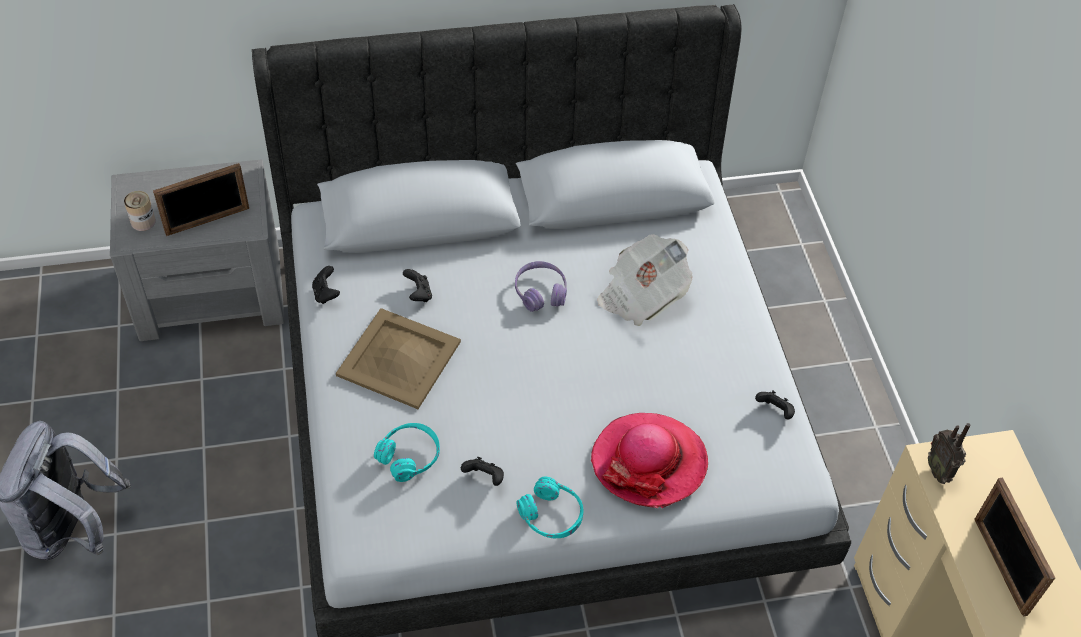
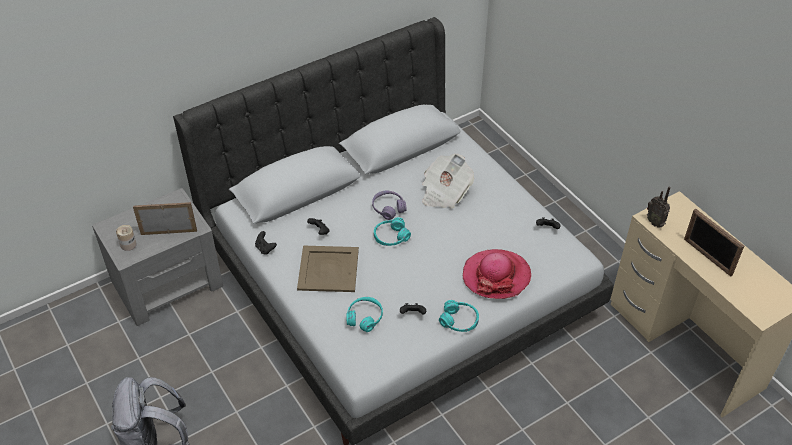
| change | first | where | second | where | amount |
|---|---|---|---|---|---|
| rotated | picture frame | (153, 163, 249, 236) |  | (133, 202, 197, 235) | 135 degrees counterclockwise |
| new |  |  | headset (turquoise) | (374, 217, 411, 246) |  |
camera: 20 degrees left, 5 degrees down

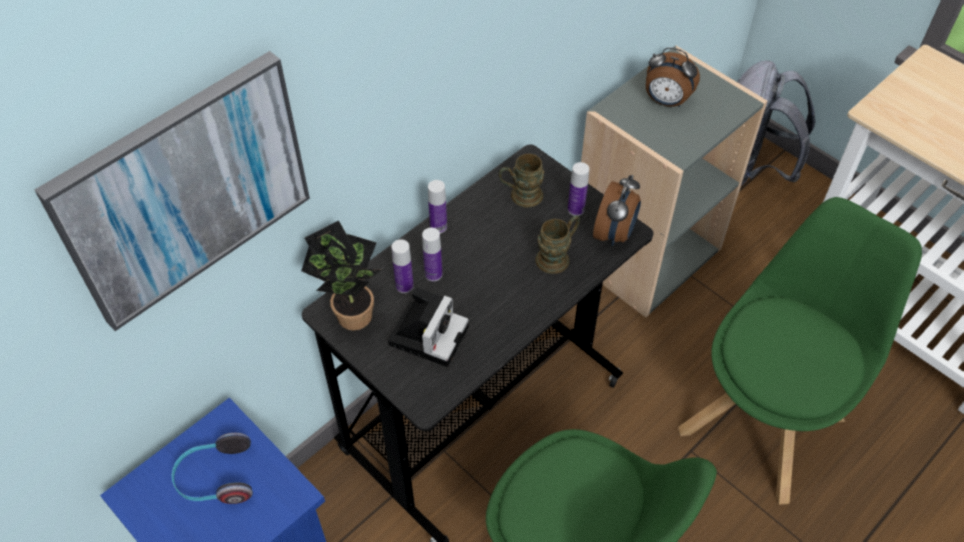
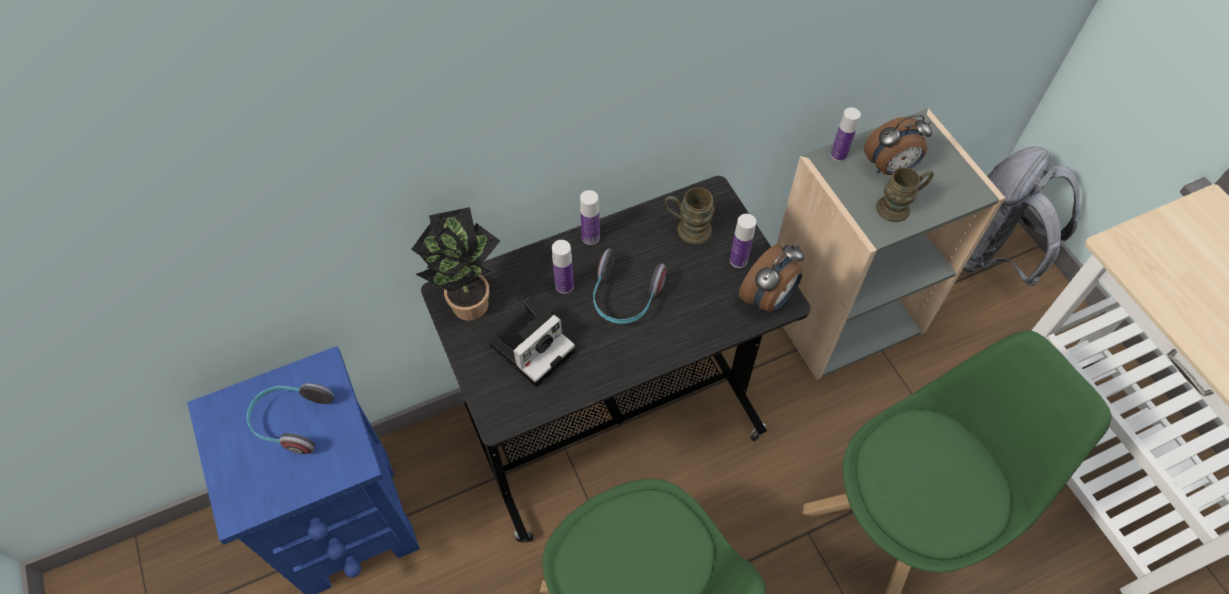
| change | first | where | second | where | amount |
|---|---|---|---|---|---|
| gone | wall art | (35, 51, 310, 331) |  |  |  |
| shifted | bottle | (391, 239, 414, 293) |  | (831, 107, 861, 162) |  |
| shifted | coffee mug (brown-coloured) | (535, 215, 580, 274) |  | (876, 167, 934, 222) |  |
| rotated | bedside clock | (646, 47, 700, 107) |  | (864, 115, 932, 175) | 60 degrees counterclockwise |
| new |  |  | headset | (593, 248, 666, 324) |  |
camera: 20 degrees right, 5 degrees up

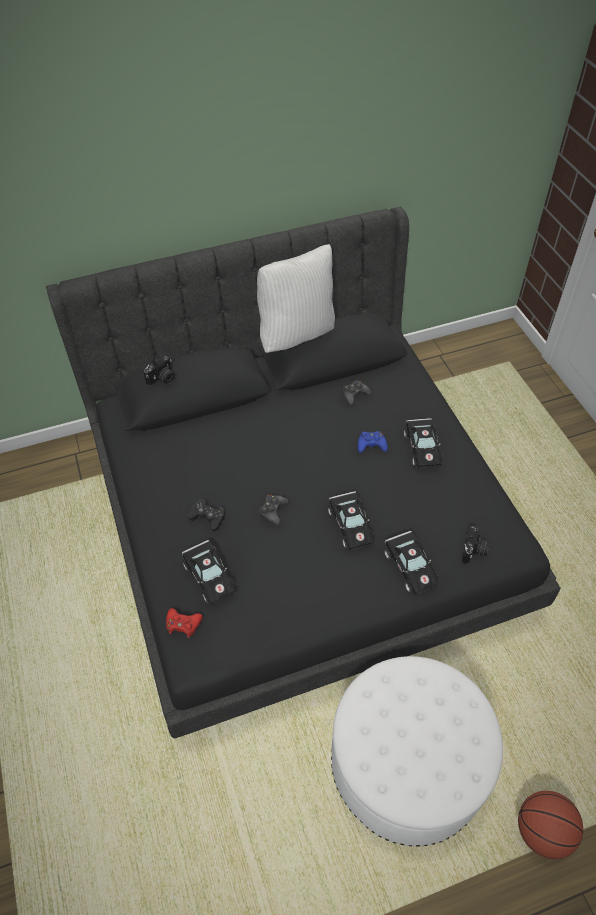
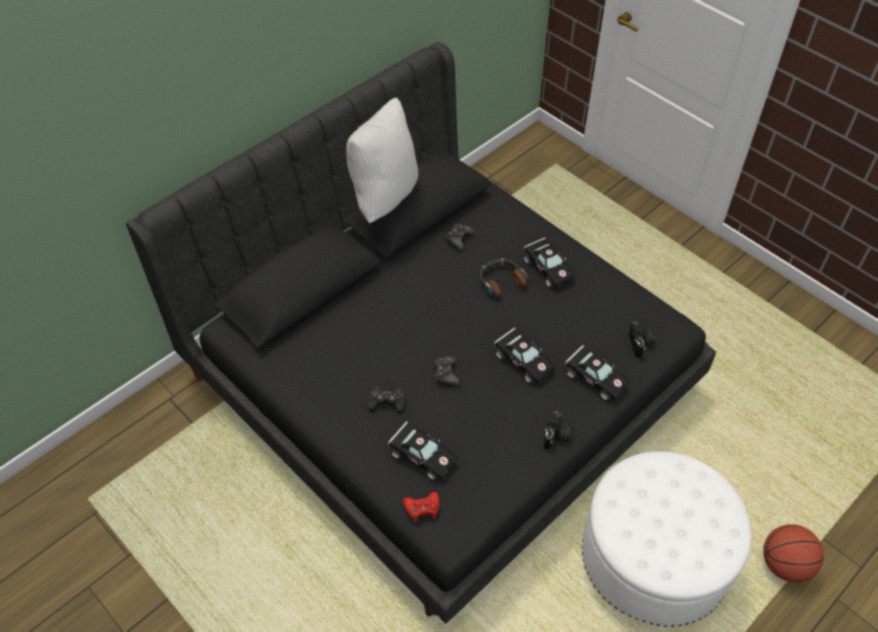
| change | first | where | second | where | amount |
|---|---|---|---|---|---|
| shifted | still camera | (143, 356, 175, 385) |  | (544, 410, 573, 450) |  |
| swapped | joypad (bluish) | (358, 431, 388, 453) | headset | (479, 258, 528, 298) |  |
camera: 25 degrees left, 0 degrees up

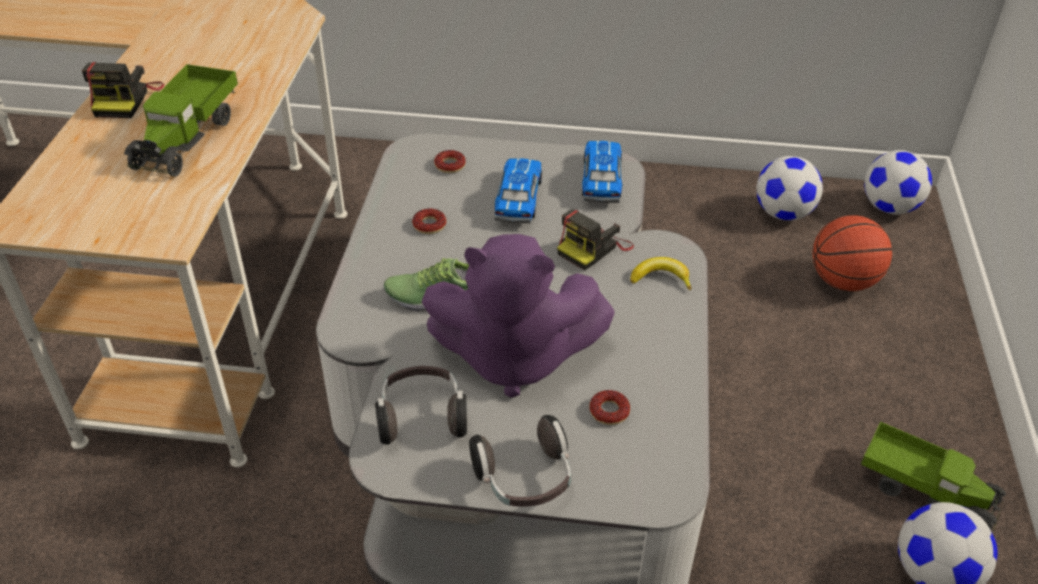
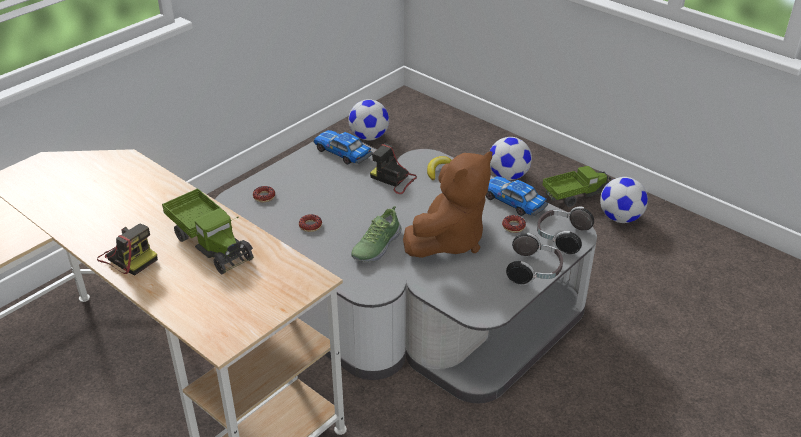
| change | first | where | second | where | amount |
|---|---|---|---|---|---|
| shifted | headset | (375, 366, 467, 445) |  | (537, 207, 594, 255) |  |
| repainted | plush toy (purple) | (422, 234, 615, 398) | plush toy (brown-coloured) | (403, 151, 492, 258) |  |
| shifted | toy car | (495, 158, 542, 223) |  | (486, 176, 548, 216) |  |
| rotated | still camera | (557, 209, 634, 270) |  | (370, 143, 417, 194) | 135 degrees clockwise |
| gone | ball for basketball | (812, 215, 892, 291) |  |  |  |
| shifted | football ball | (864, 150, 932, 215) |  | (489, 137, 532, 180) |  |
camera: 55 degrees left, 5 degrees down

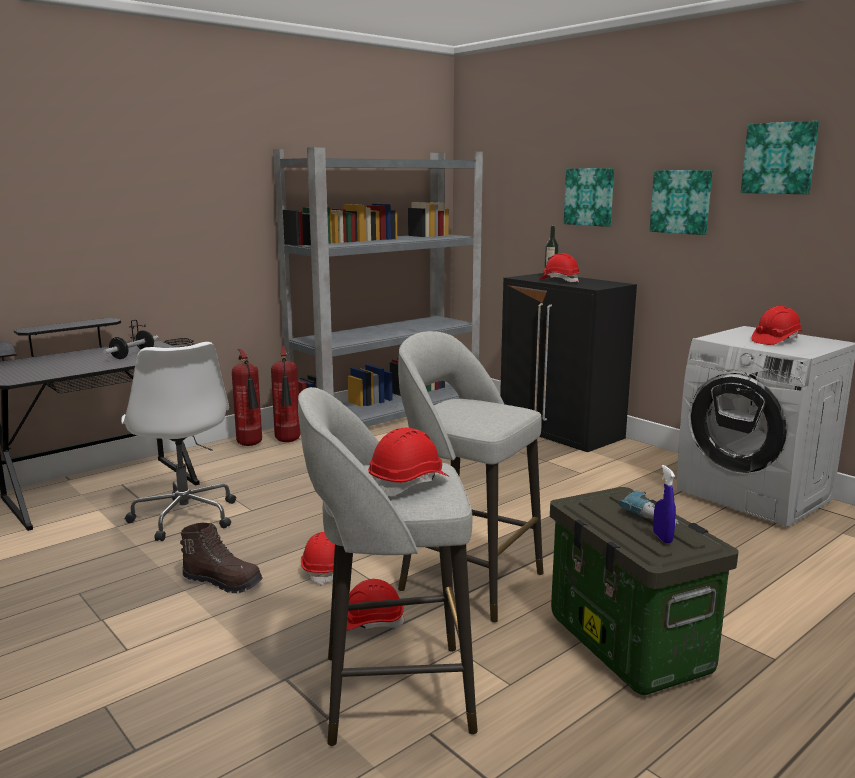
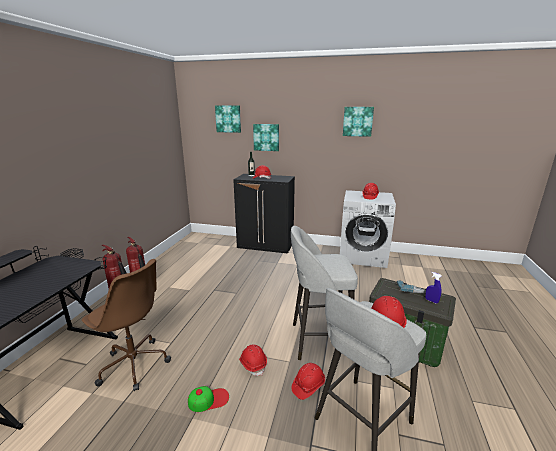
| change | first | where | second | where | amount |
|---|---|---|---|---|---|
| gone | free weight | (103, 330, 159, 359) |  |  |  |
| repainted | computer chair (white) | (121, 342, 236, 541) | computer chair (brown-coloured) | (82, 259, 171, 391) |  |
| swapped | tall boot (brown-coloured) | (180, 523, 263, 593) | baseball cap | (188, 386, 229, 412) |  |
| gone | bookshelf (greyish) | (273, 147, 483, 427) |  |  |  |
| shifted | wall art | (649, 170, 712, 235) |  | (215, 105, 241, 133) |  |
camera: 35 degrees left, 5 degrees up

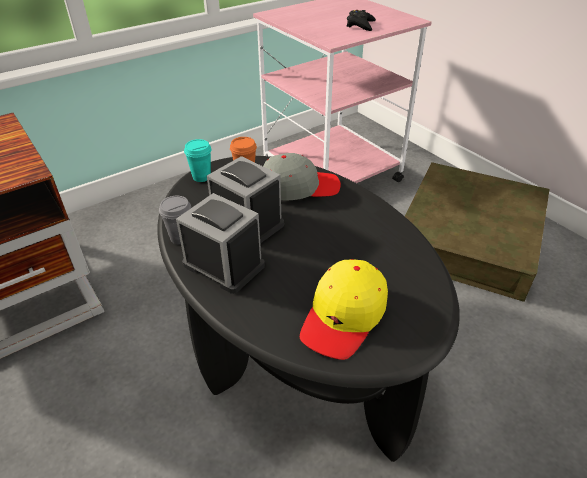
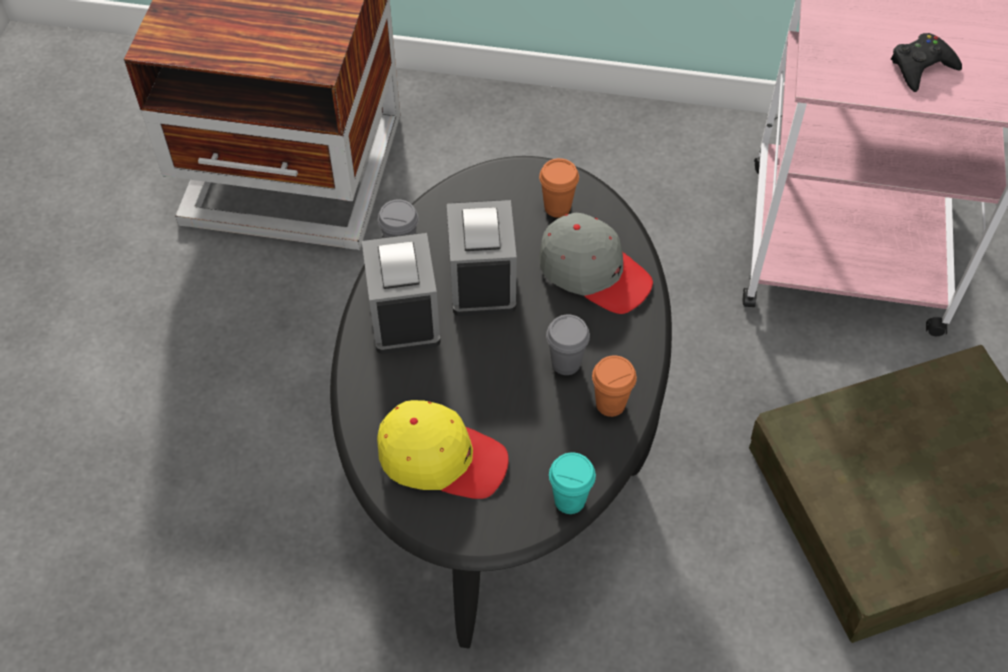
| change | first | where | second | where | amount |
|---|---|---|---|---|---|
| shifted | cup (turquoise) | (184, 139, 212, 182) |  | (549, 452, 596, 514) |  |
| rotated | baseball cap (yellow) | (300, 259, 388, 360) |  | (377, 400, 509, 499) | 150 degrees counterclockwise |
| new |  |  | cup (greyish) | (546, 314, 590, 375) |  |
| new |  |  | cup (orange-coloured) | (592, 356, 637, 417) |  |
camera: 45 degrees right, 15 degrees up

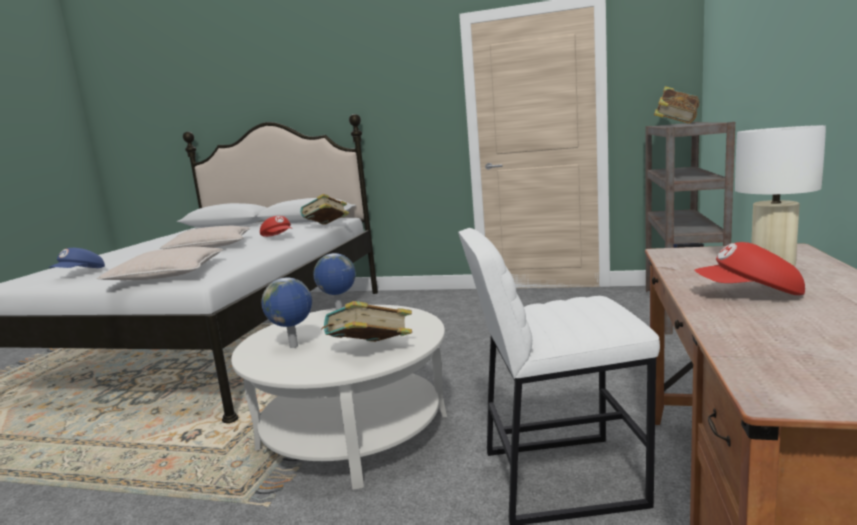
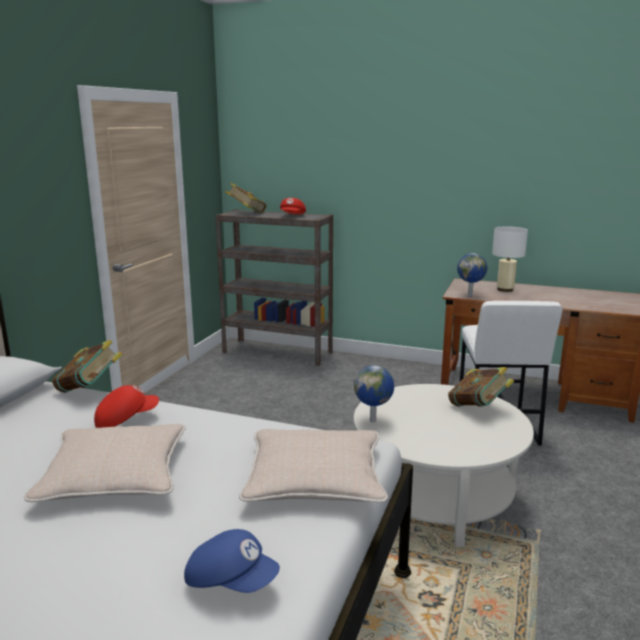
| change | first | where | second | where | amount |
|---|---|---|---|---|---|
| shifted | globe | (261, 277, 312, 348) |  | (457, 253, 488, 296) |  |
| shifted | baseball cap (red) | (694, 242, 805, 295) |  | (280, 198, 306, 214) |  |
camera: 85 degrees left, 5 degrees up

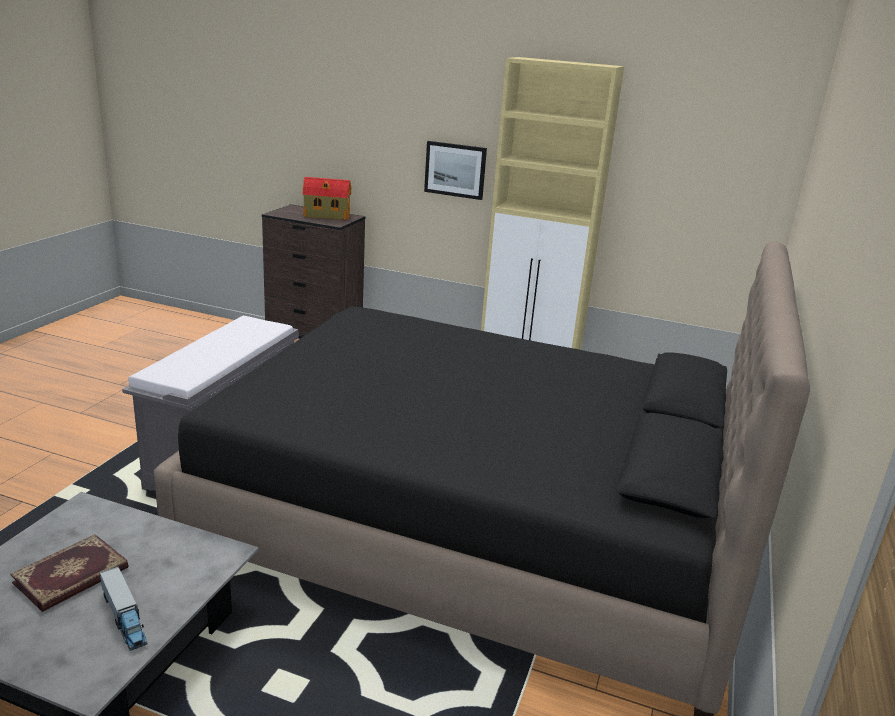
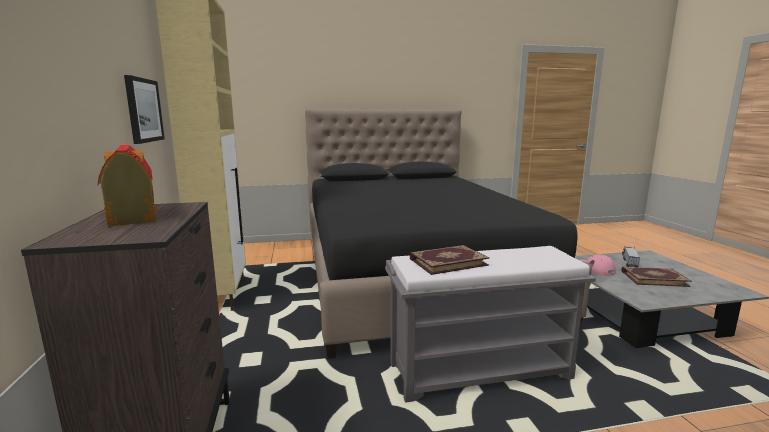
| change | first | where | second | where | amount |
|---|---|---|---|---|---|
| new |  |  | book | (410, 245, 489, 275) |  |
| new |  |  | baseball cap (pink) | (580, 254, 616, 276) |  |
camera: 120 degrees left, 10 degrees down

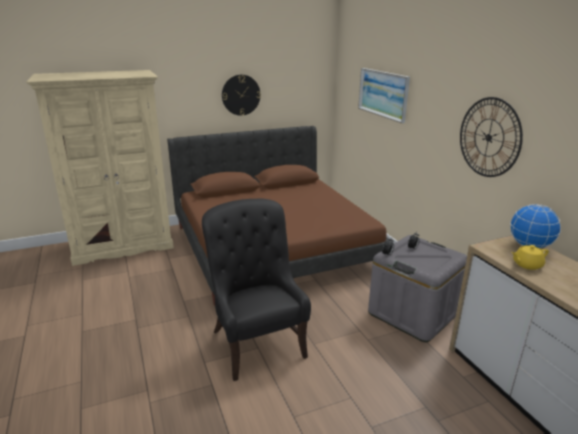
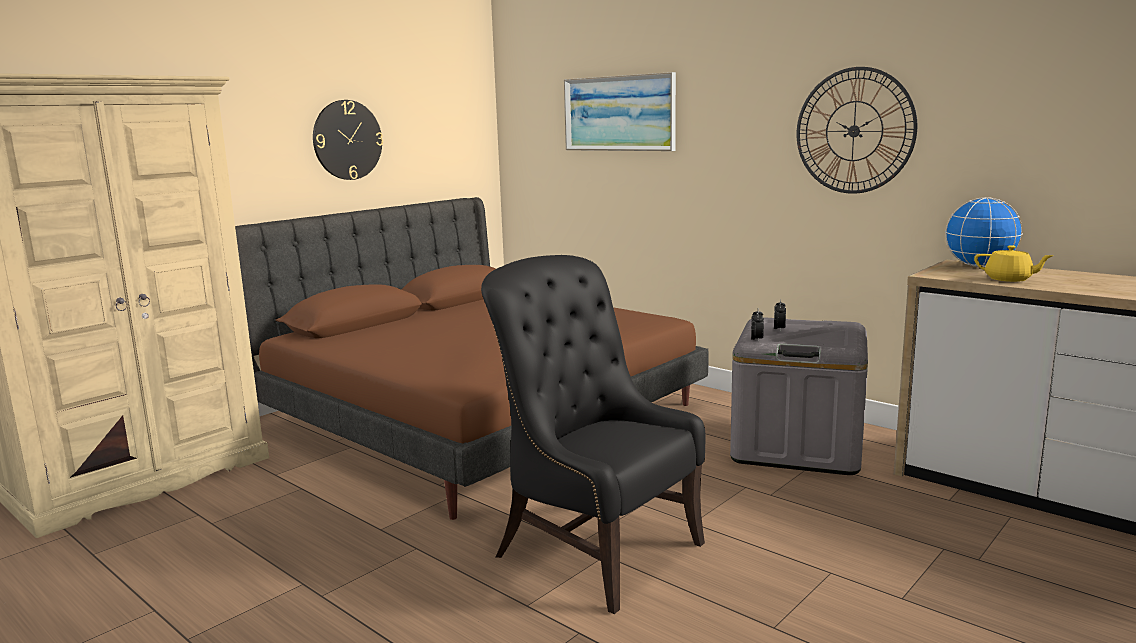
| change | first | where | second | where | amount |
|---|---|---|---|---|---|
| rotated | pot for tea (yellow) | (511, 245, 549, 270) |  | (974, 245, 1054, 282) | 105 degrees counterclockwise |
camera: 25 degrees left, 10 degrees down

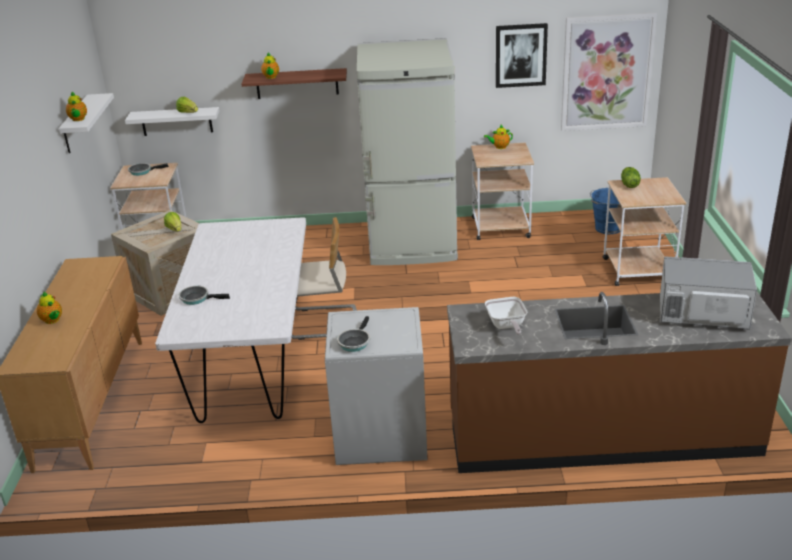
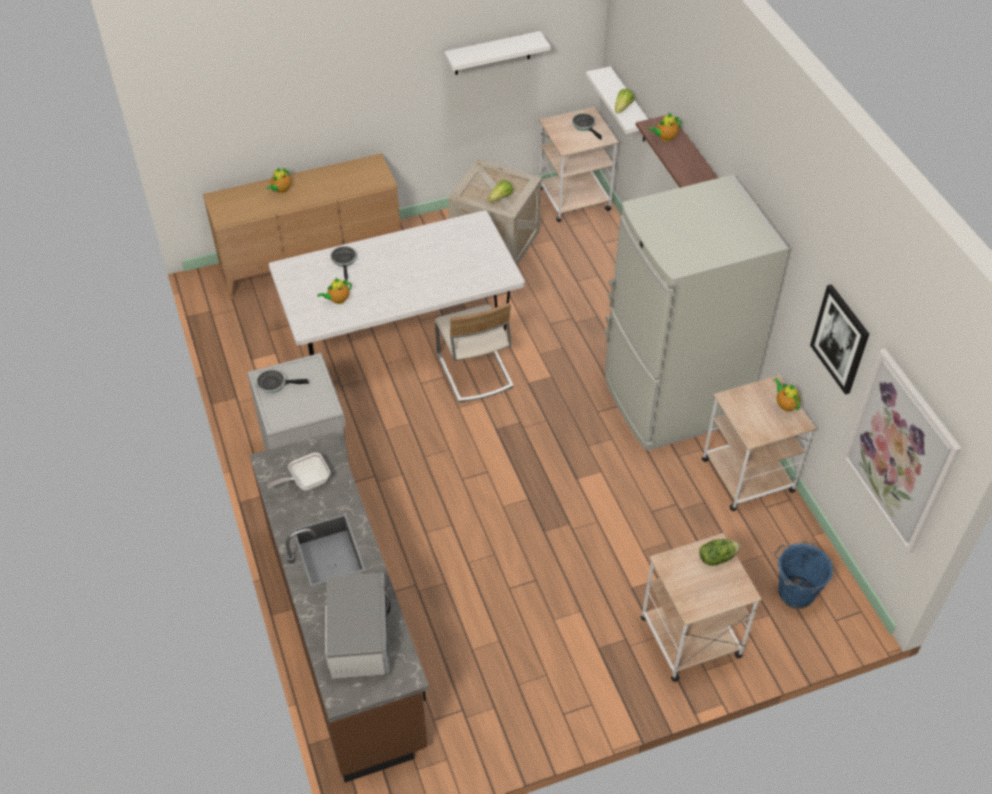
| change | first | where | second | where | amount |
|---|---|---|---|---|---|
| shifted | pot for tea | (66, 92, 87, 121) |  | (317, 278, 352, 304) |  |
camera: 70 degrees right, 20 degrees up

